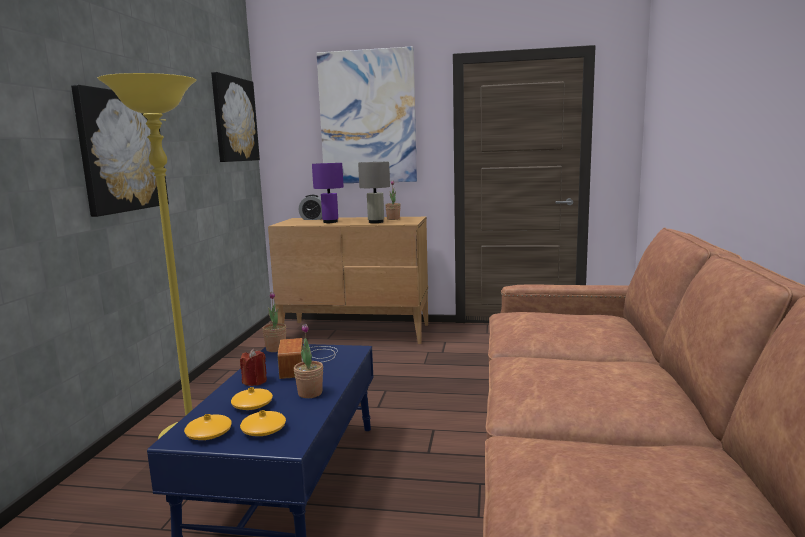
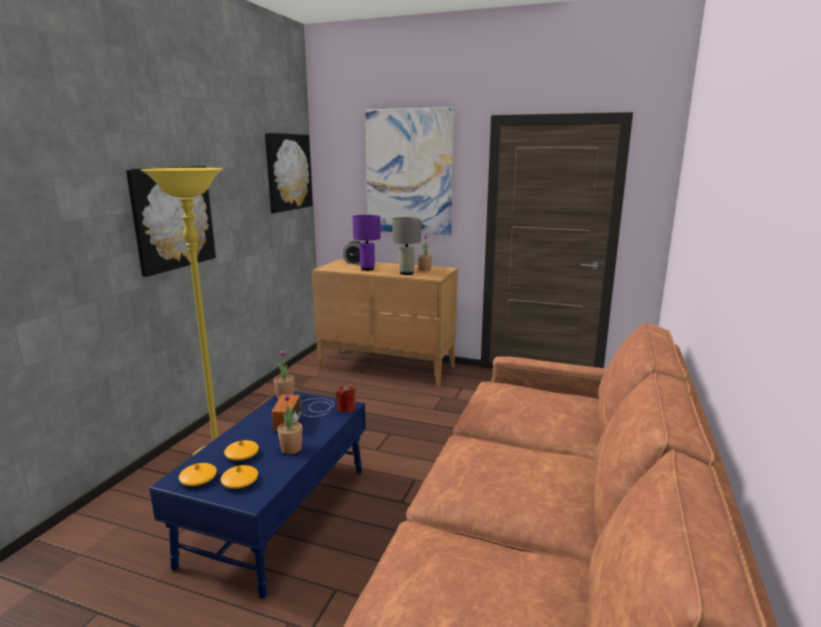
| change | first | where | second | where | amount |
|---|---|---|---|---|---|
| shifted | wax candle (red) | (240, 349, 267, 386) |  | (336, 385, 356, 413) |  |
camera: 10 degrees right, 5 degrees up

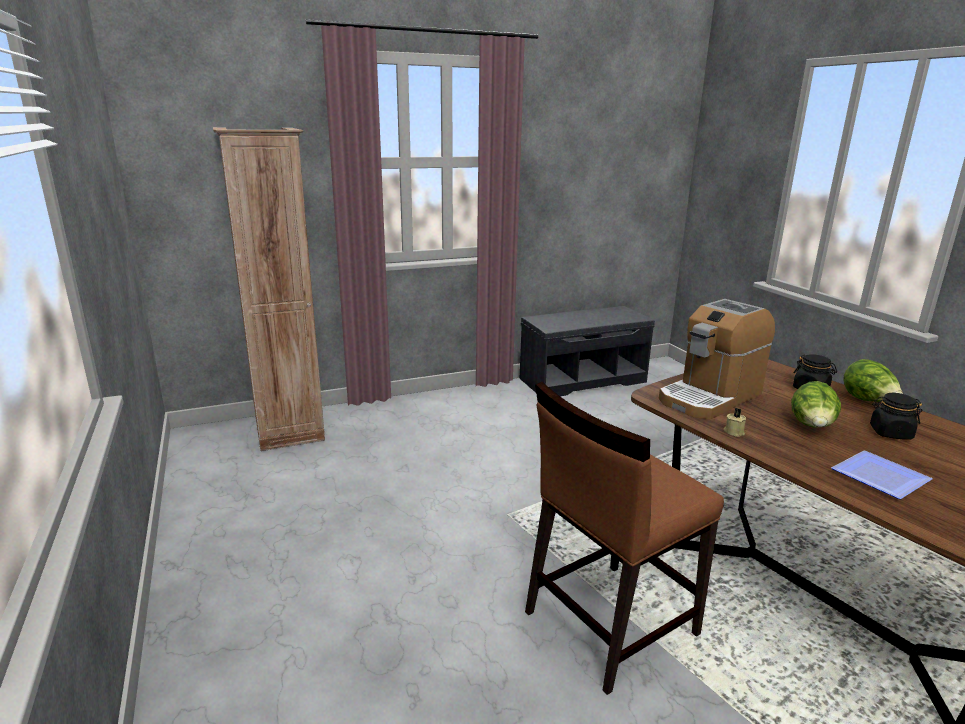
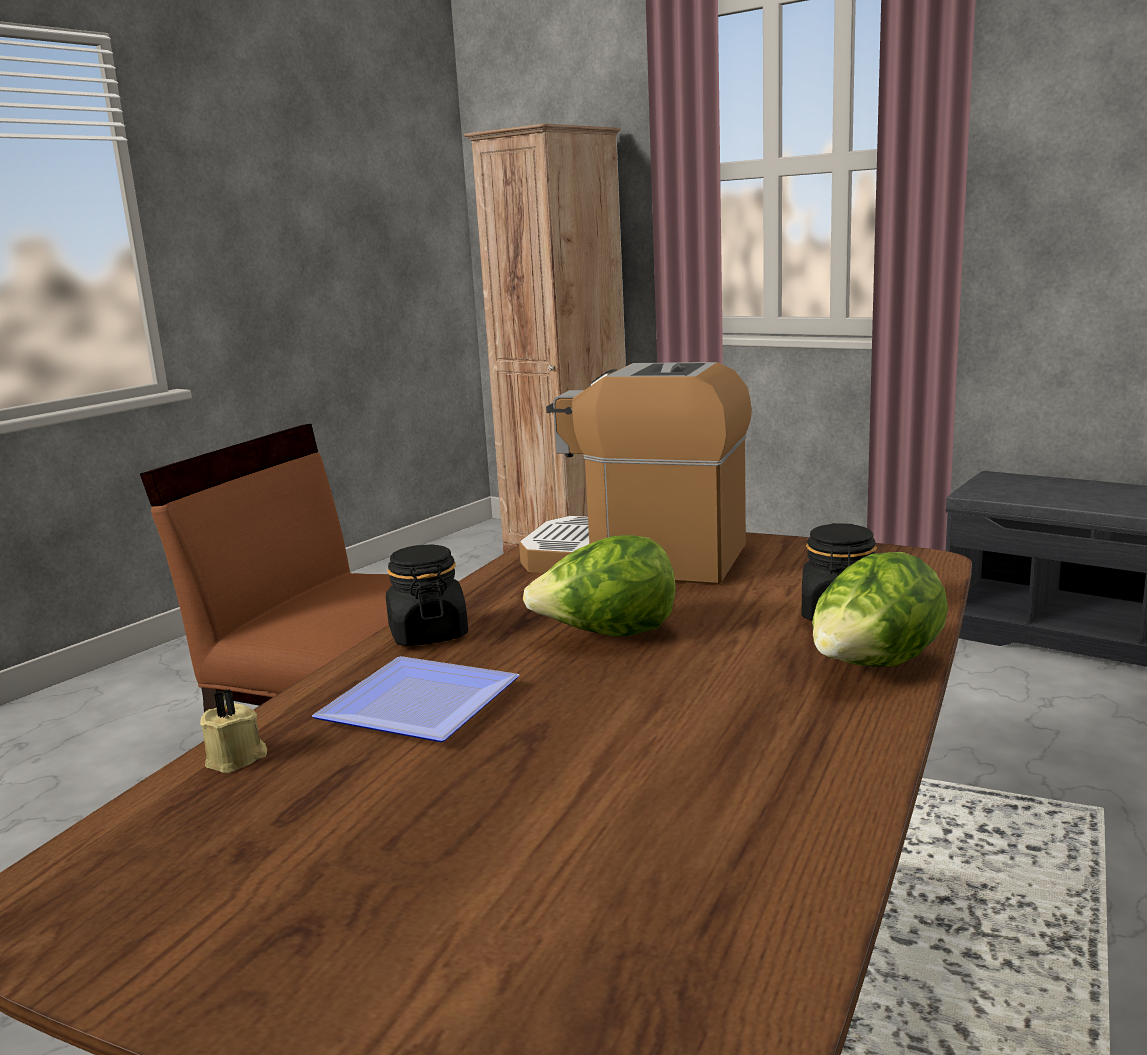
| change | first | where | second | where | amount |
|---|---|---|---|---|---|
| shifted | wax candle (beige-coloured) | (724, 408, 746, 437) |  | (200, 689, 267, 773) |  |
| shifted | jar (black) | (870, 393, 922, 440) |  | (386, 545, 468, 646) |  |
camera: 60 degrees right, 5 degrees down

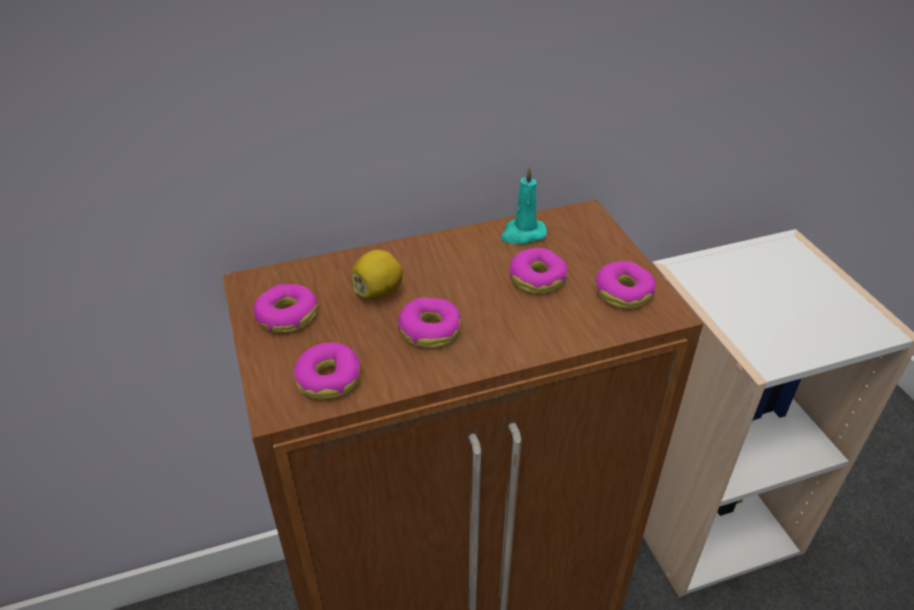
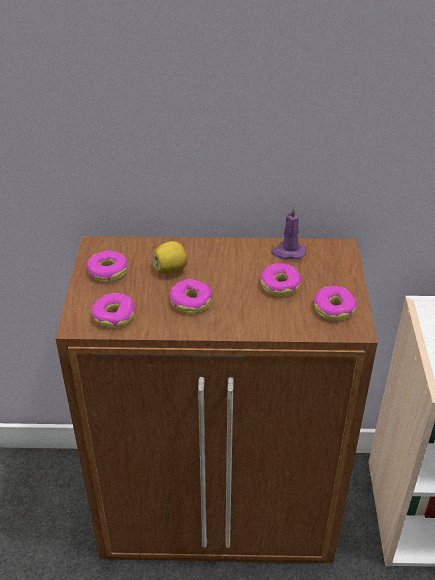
| change | first | where | second | where | amount |
|---|---|---|---|---|---|
| repainted | wax candle (turquoise) | (500, 166, 547, 244) | wax candle (purple) | (271, 206, 306, 260) |  |
camera: 20 degrees right, 0 degrees up

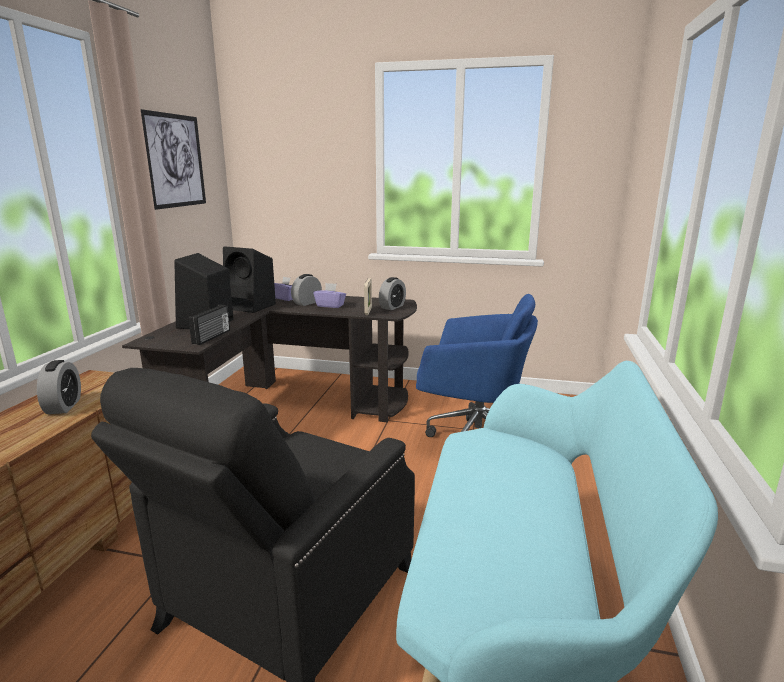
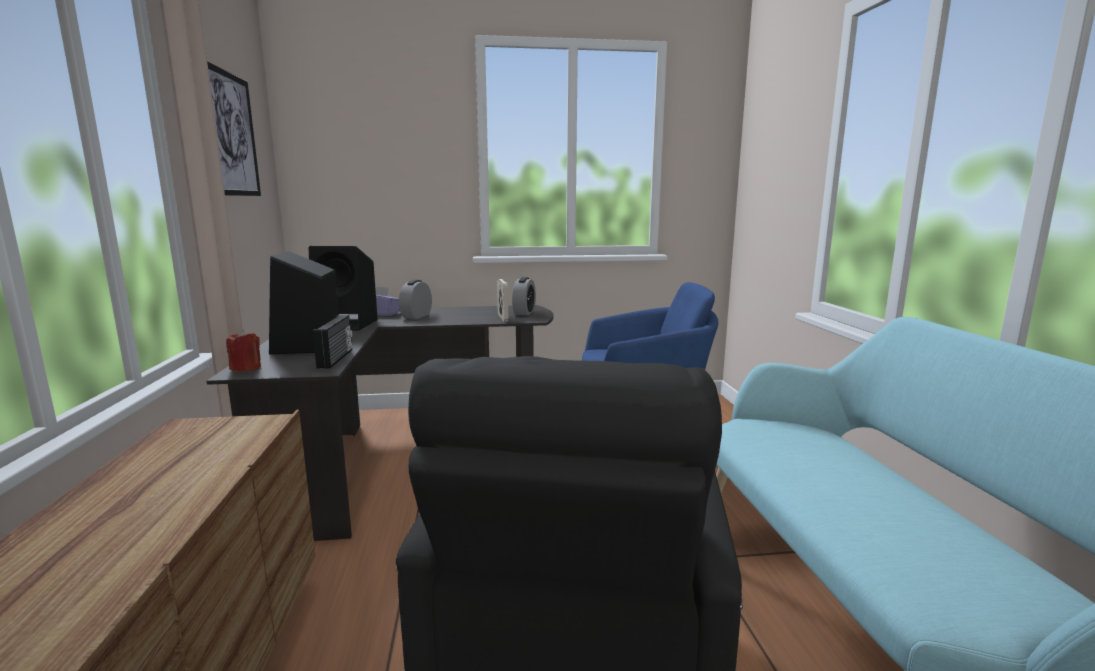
| change | first | where | second | where | amount |
|---|---|---|---|---|---|
| gone | bedside clock | (37, 360, 81, 414) |  |  |  |
| gone | tissue holder (purple) | (313, 283, 346, 308) |  |  |  |
| new |  |  | wax candle (red) | (226, 329, 261, 372) |  |
camera: 20 degrees left, 5 degrees down

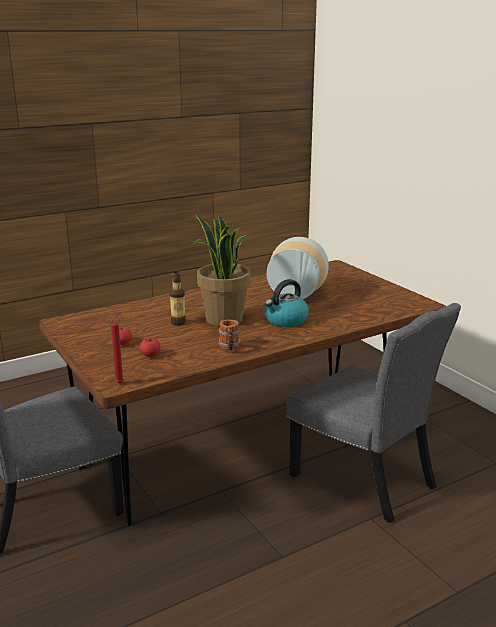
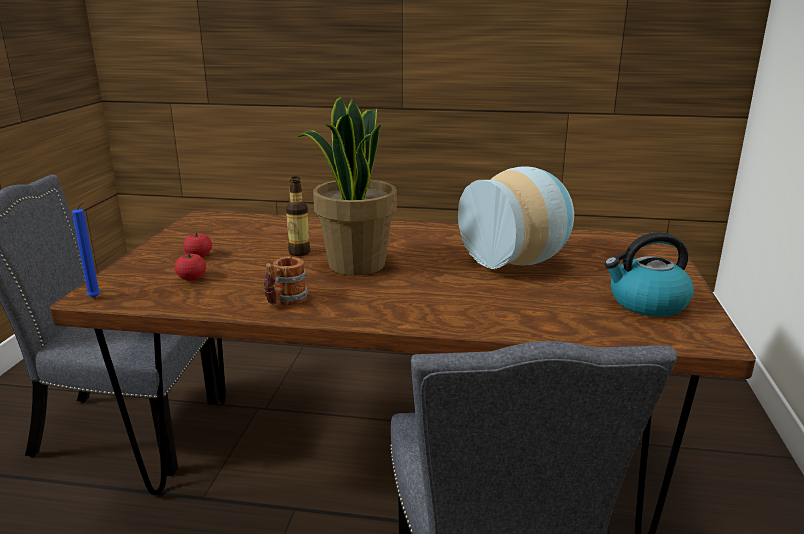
| change | first | where | second | where | amount |
|---|---|---|---|---|---|
| repainted | wax candle (red) | (111, 316, 124, 384) | wax candle (bluish) | (72, 201, 100, 298) |  |
| shifted | water kettle | (264, 279, 309, 327) |  | (604, 232, 694, 316) |  |
camera: 40 degrees right, 0 degrees up

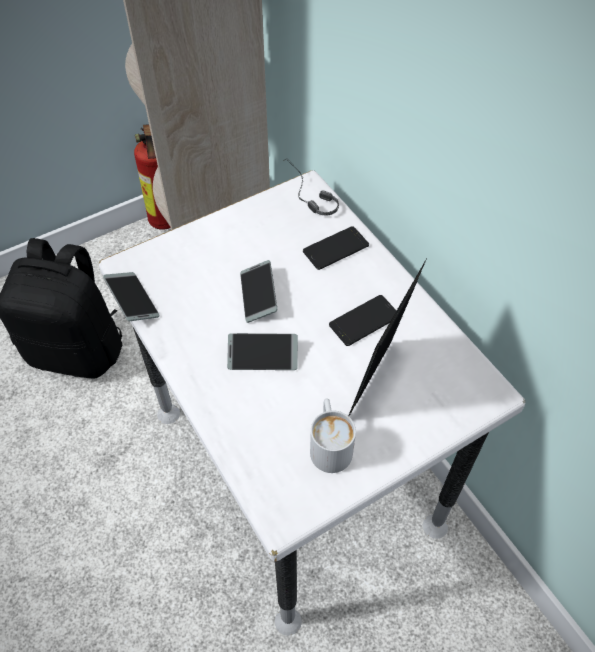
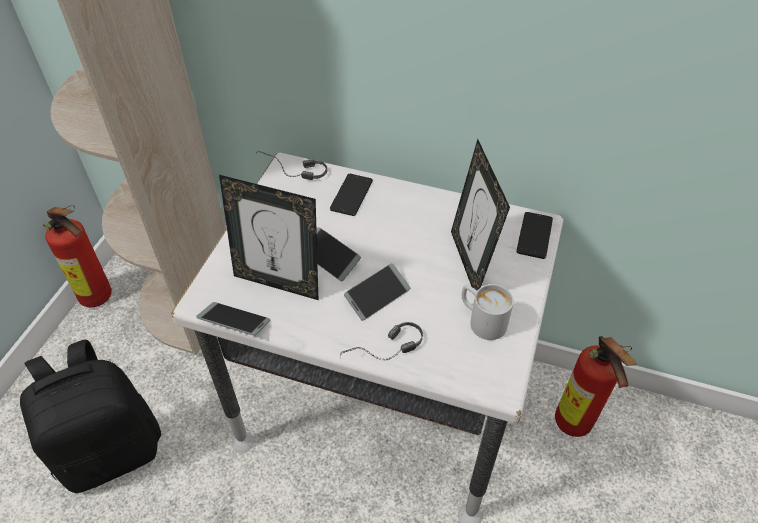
| change | first | where | second | where | amount |
|---|---|---|---|---|---|
| shifted | telephone | (329, 295, 397, 346) |  | (516, 212, 553, 259) |  |
| new |  |  | picture frame | (219, 175, 318, 300) |  |
| new |  |  | headset | (340, 322, 423, 360) |  |
| new |  |  | fire extinguisher | (555, 336, 636, 437) |  |
camera: 40 degrees left, 5 degrees down

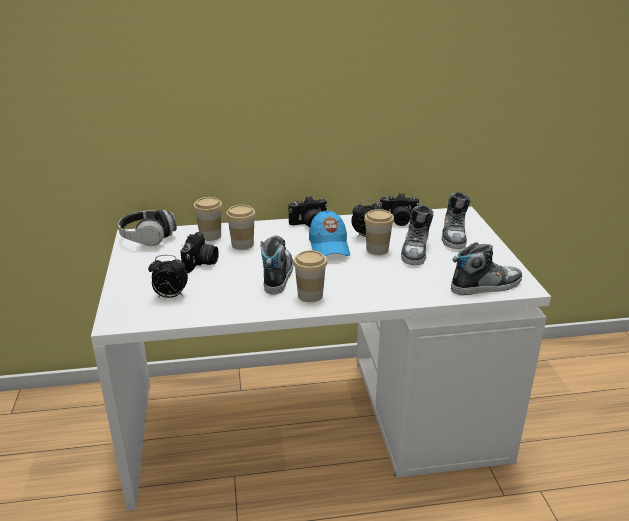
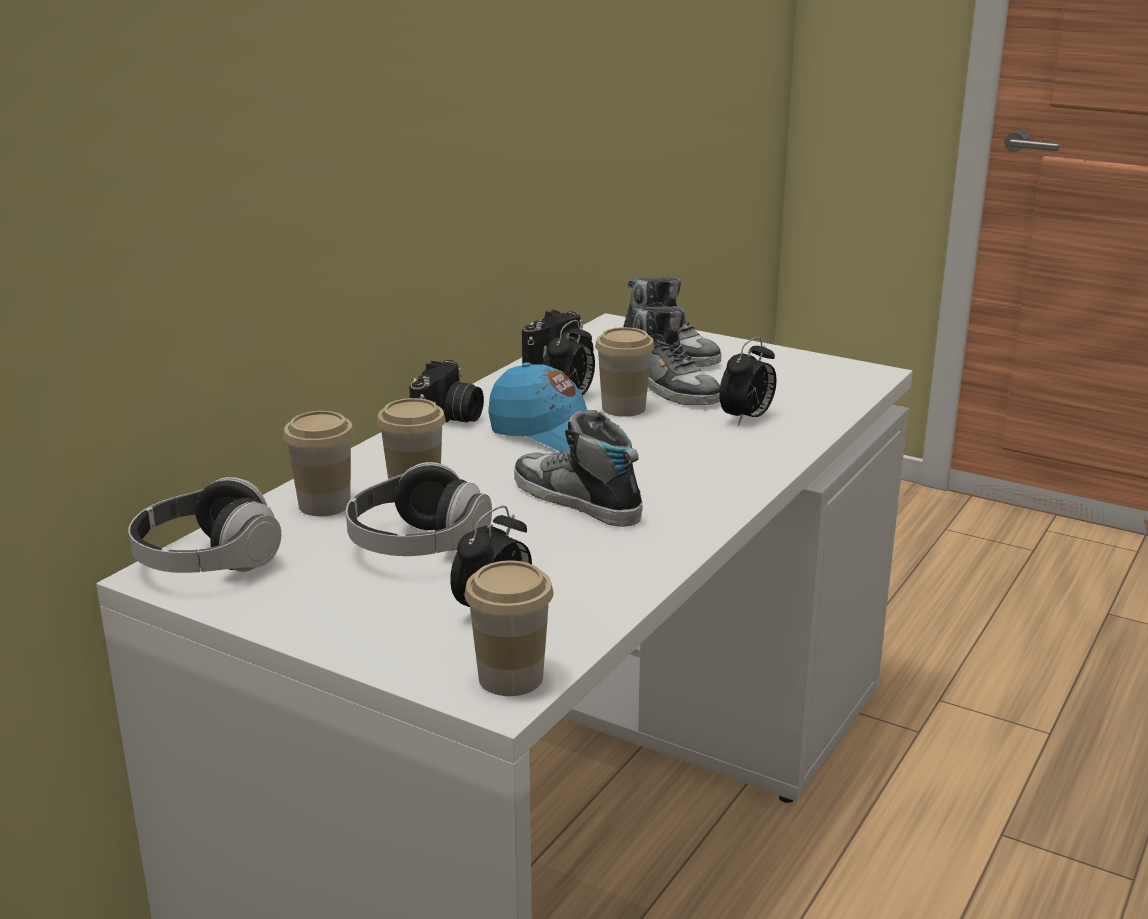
| change | first | where | second | where | amount |
|---|---|---|---|---|---|
| swapped | still camera | (180, 232, 219, 273) | headset | (346, 462, 492, 556) |  |
| shifted | cup | (293, 250, 327, 302) |  | (465, 560, 553, 696) |  |
| gone | low shoe | (451, 242, 522, 295) |  |  |  |
| new |  |  | bedside clock | (719, 337, 776, 426) |  |
camera: 50 degrees left, 5 degrees down

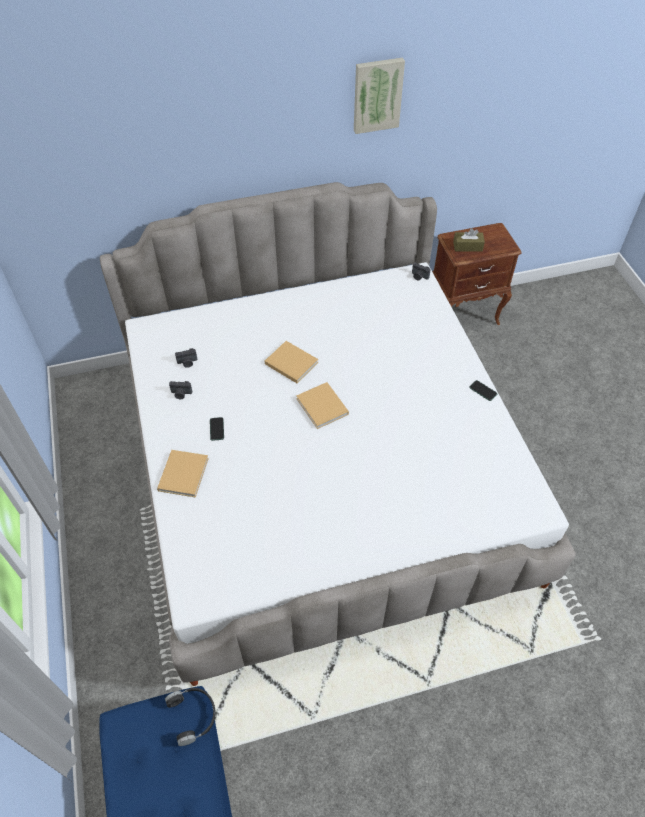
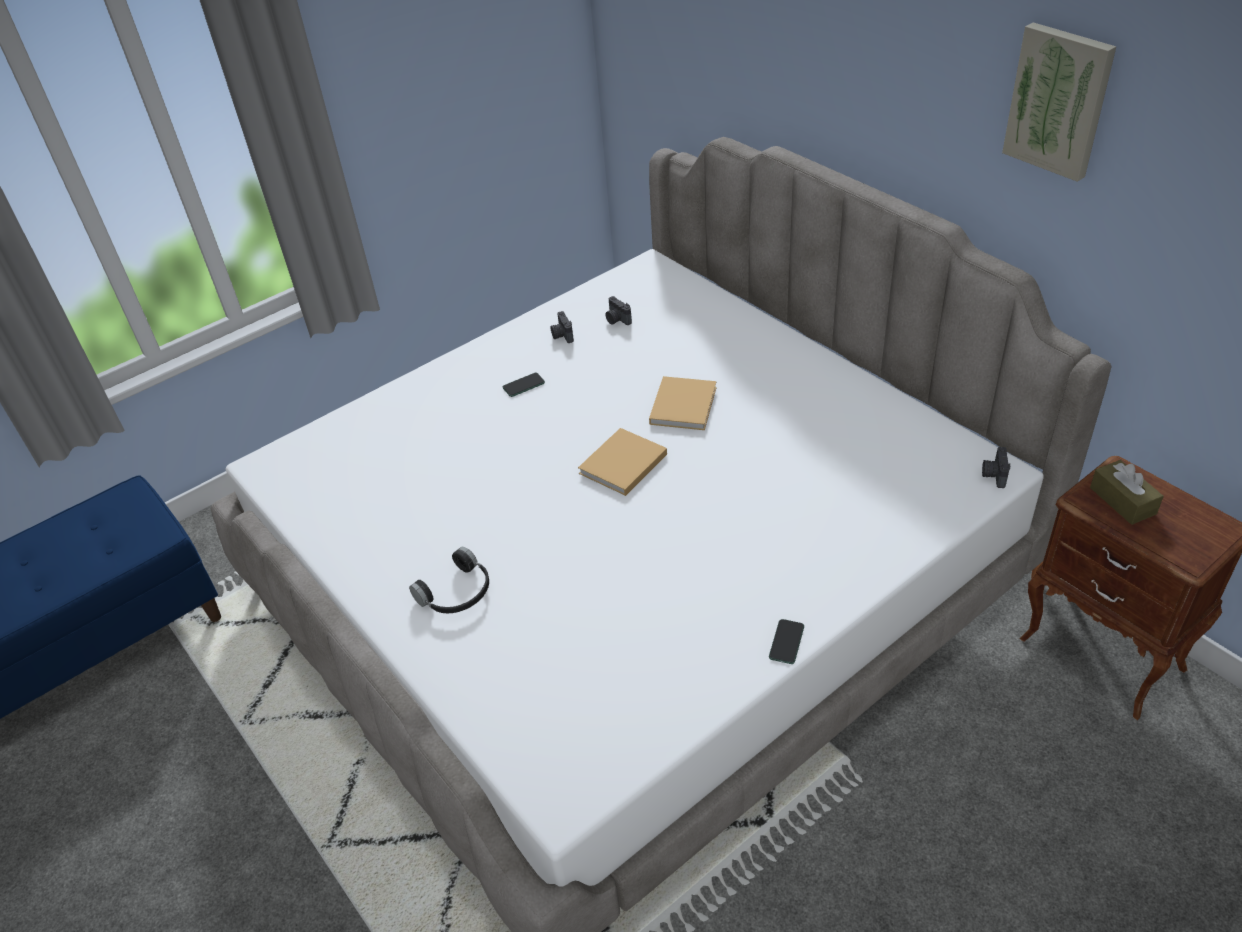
| change | first | where | second | where | amount |
|---|---|---|---|---|---|
| gone | book (beige-coloured) | (157, 450, 209, 498) |  |  |  |
| shifted | headset (black) | (165, 688, 216, 746) |  | (409, 547, 489, 613) |  |
camera: 70 degrees right, 10 degrees down

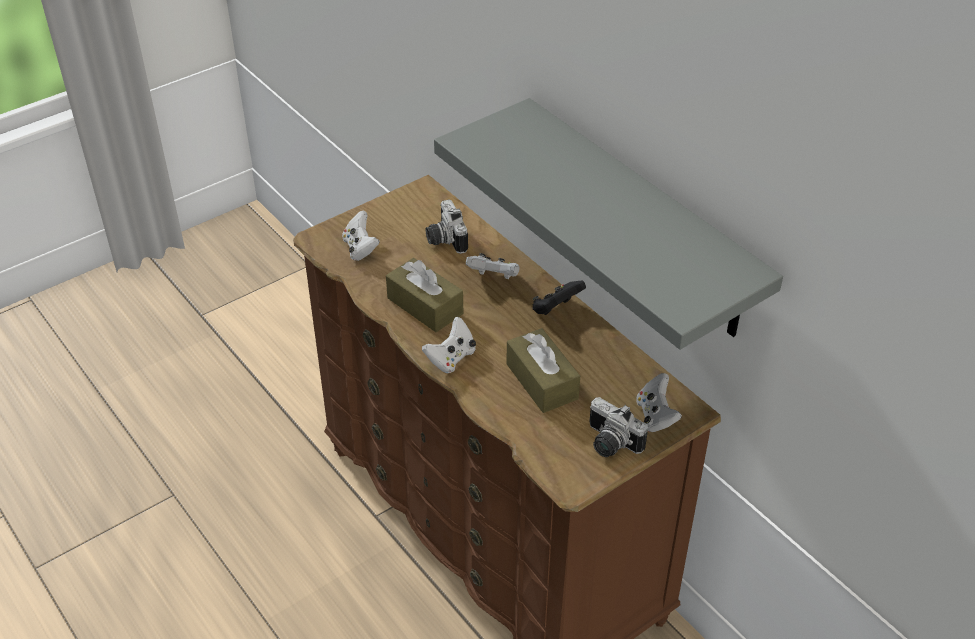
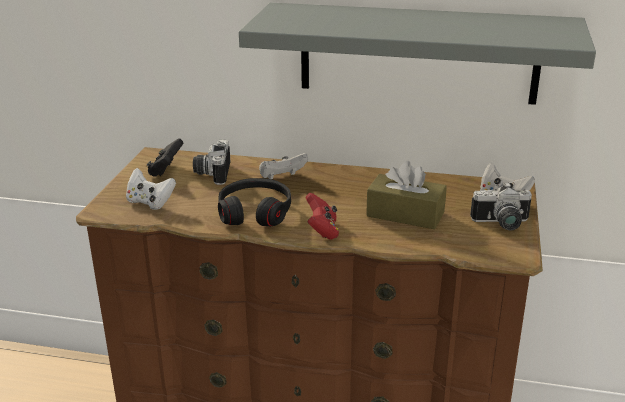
| change | first | where | second | where | amount |
|---|---|---|---|---|---|
| swapped | tissue holder (brown-coloured) | (386, 258, 463, 332) | headset (black) | (218, 178, 291, 226) |  |
| repainted | joypad (white) | (422, 317, 476, 373) | joypad (red) | (306, 193, 339, 240) |  |
| rotated | still camera | (426, 199, 468, 254) |  | (193, 139, 231, 185) | 60 degrees clockwise |
| shifted | joypad (black) | (533, 281, 586, 315) |  | (146, 138, 184, 177) |  |
camera: 40 degrees left, 15 degrees down

